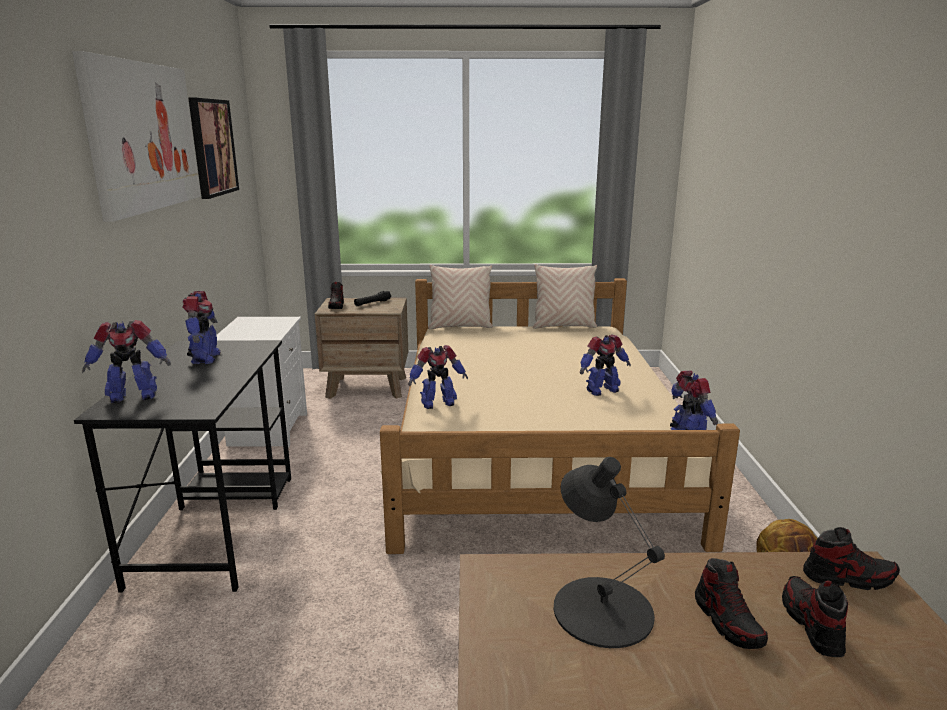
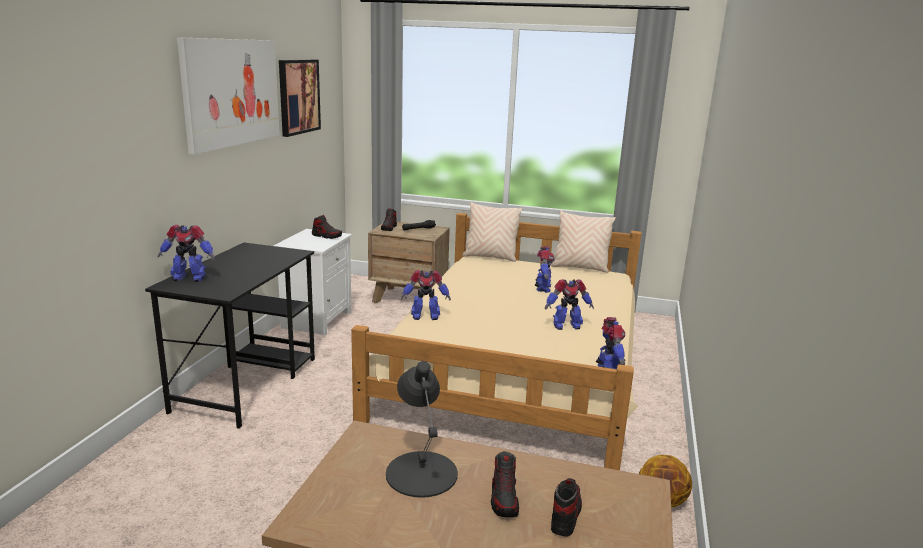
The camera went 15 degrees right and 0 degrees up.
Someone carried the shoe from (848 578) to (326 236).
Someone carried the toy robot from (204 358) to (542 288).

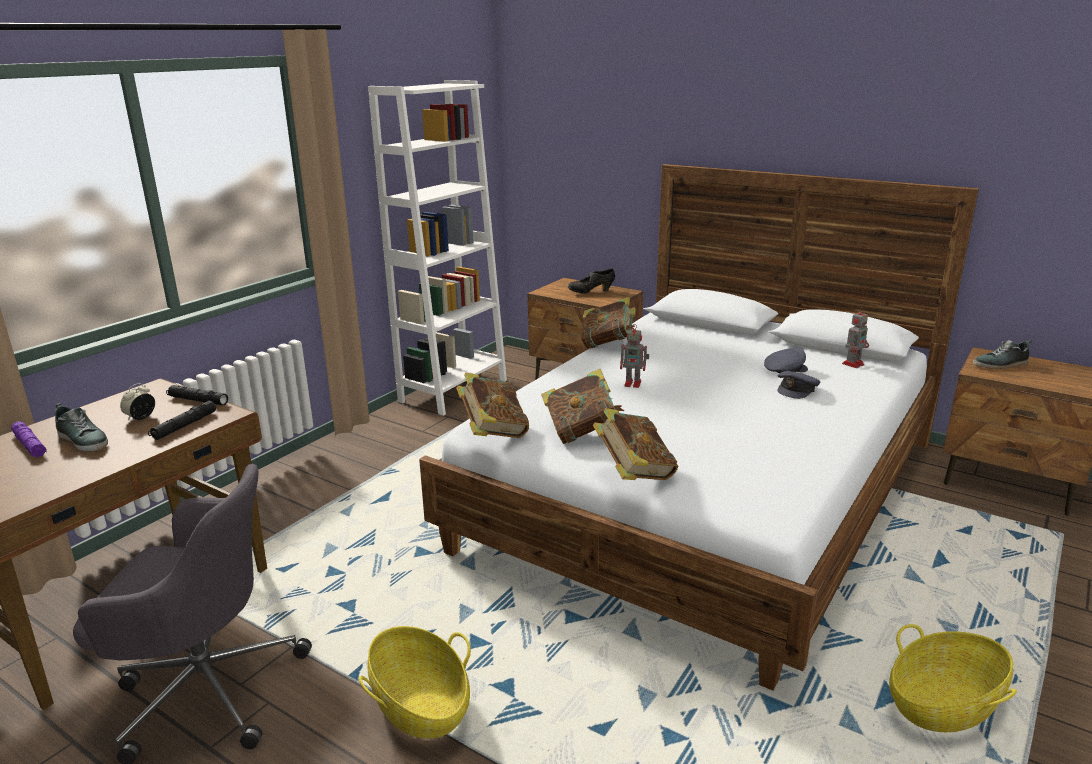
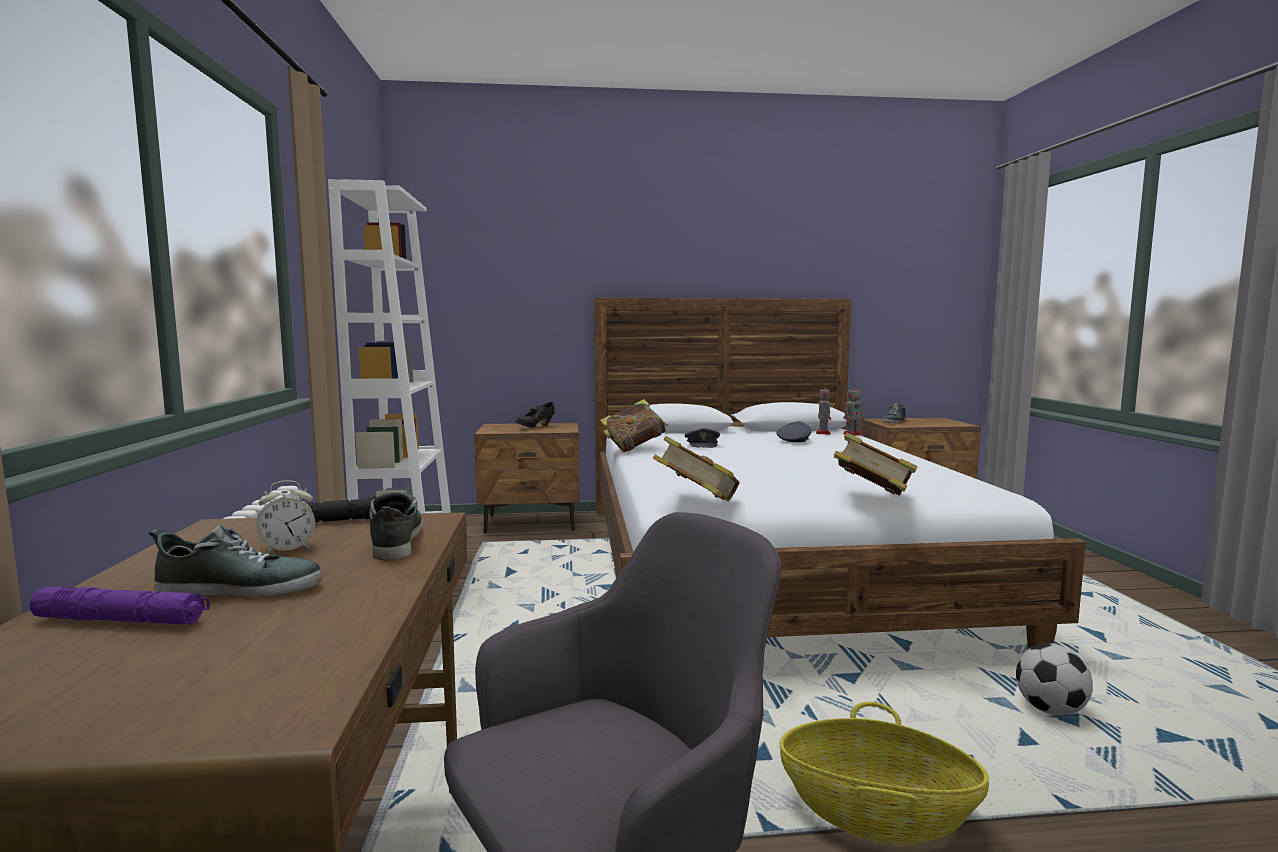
The camera went 40 degrees left and 15 degrees down.
Someone rotated the alarm clock at (141 417) by 105 degrees counterclockwise.
Someone swapped the black flashlight at (184 426) for the shoe at (396 539).
Someone carried the gray cap from (797 389) to (702 444).
Someone carried the toy robot from (634 383) to (852 434).
Someone put down the football at (1050 710).
Someone took away the bound book at (582 433).
Someone took away the basket at (943 704).

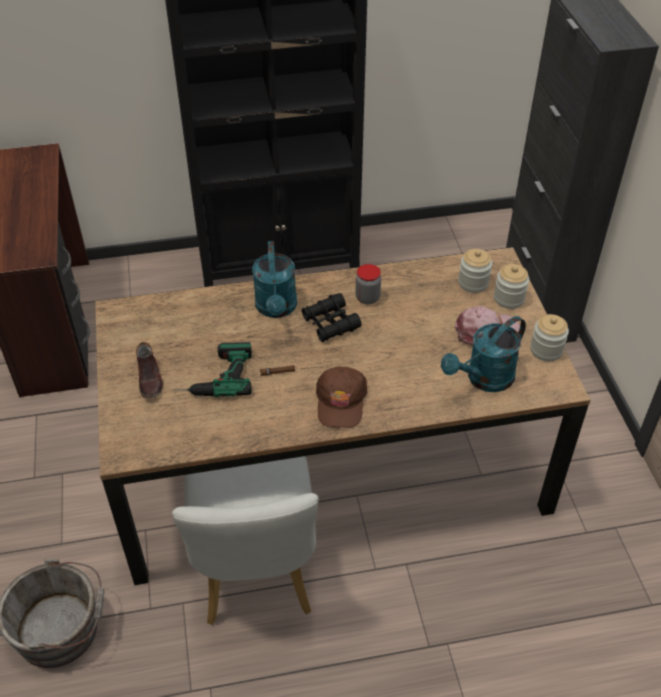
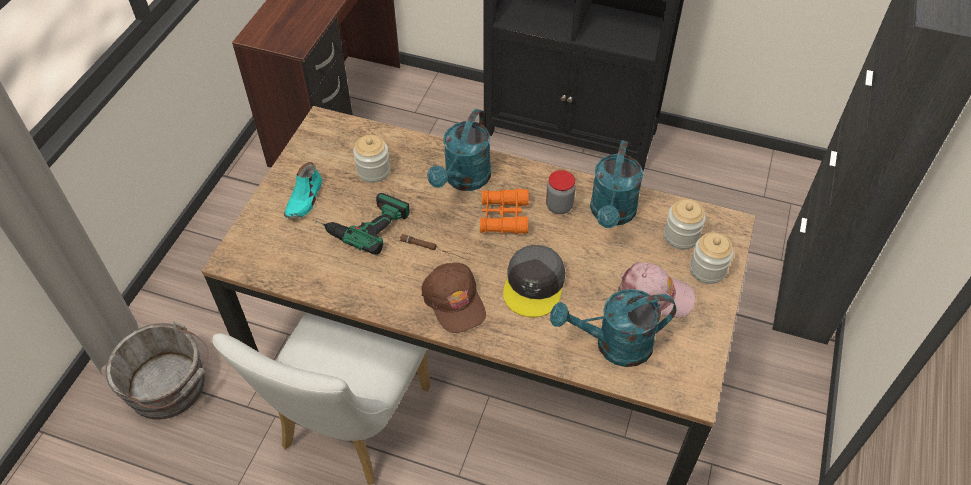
The camera went 30 degrees right and 5 degrees up.
Someone repainted the brown shoe at (150 378), which became the turquoise-coloured shoe at (305 199).
Someone carried the jar from (546 350) to (373 171).
Someone rotated the brown cap at (341 402) by 60 degrees counterclockwise.
Someone repainted the black binoculars at (330 323), which became the orange-coloured binoculars at (504 217).
Someone put down the gray cap at (534 285).
Someone put down the turquoise-coloured watering can at (612 214).

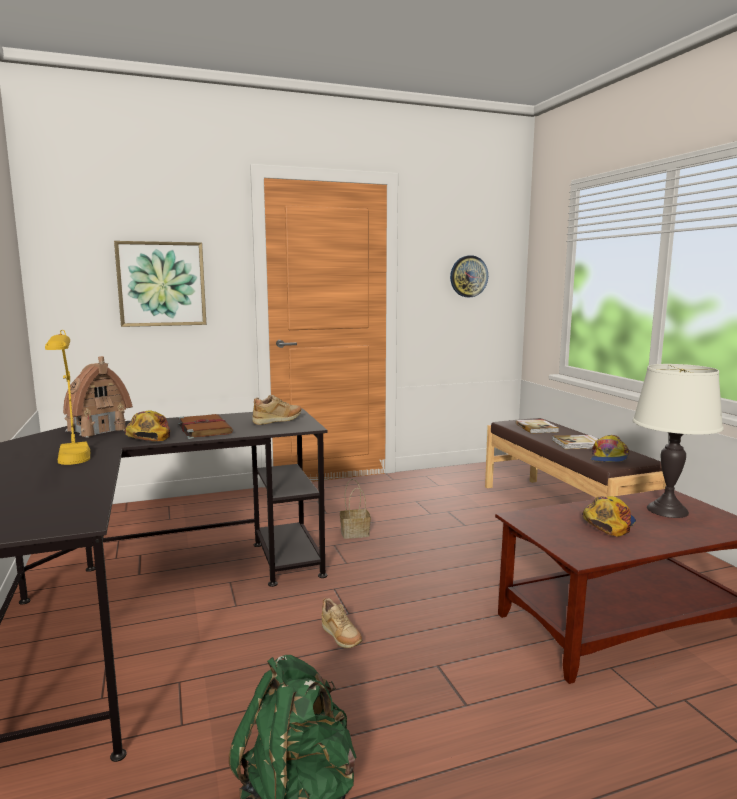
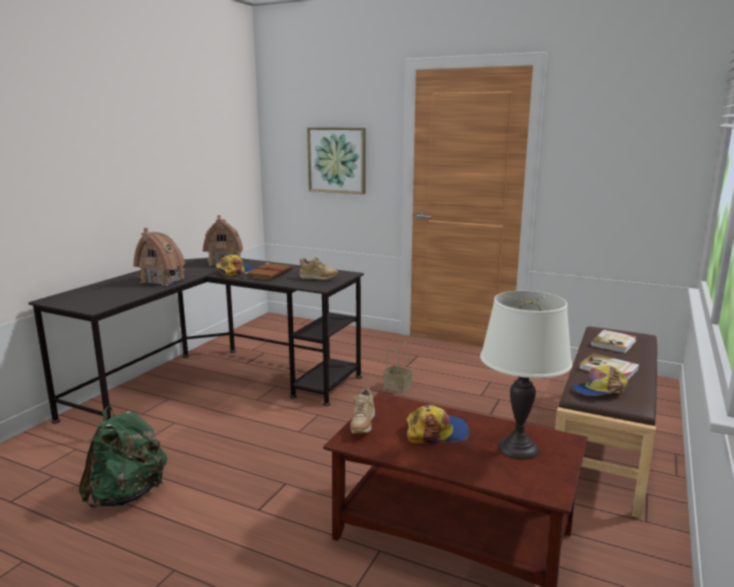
The camera went 45 degrees right and 5 degrees up.
Someone swapped the yellowish table lamp at (73 466) for the toy house at (163 280).
Someone carried the sand-coloured shoe from (340 638) to (362 426).
Someone took away the hanging clock at (468 276).

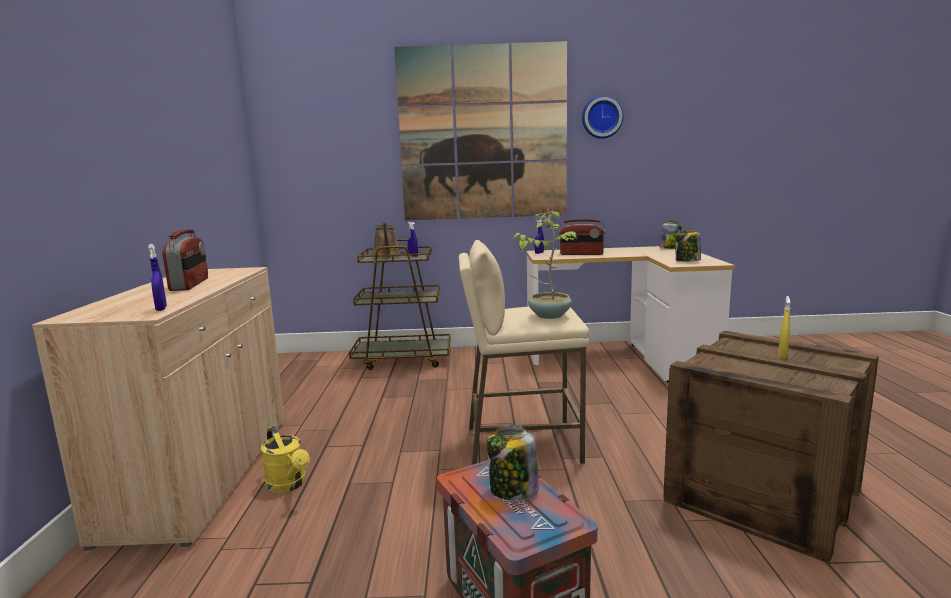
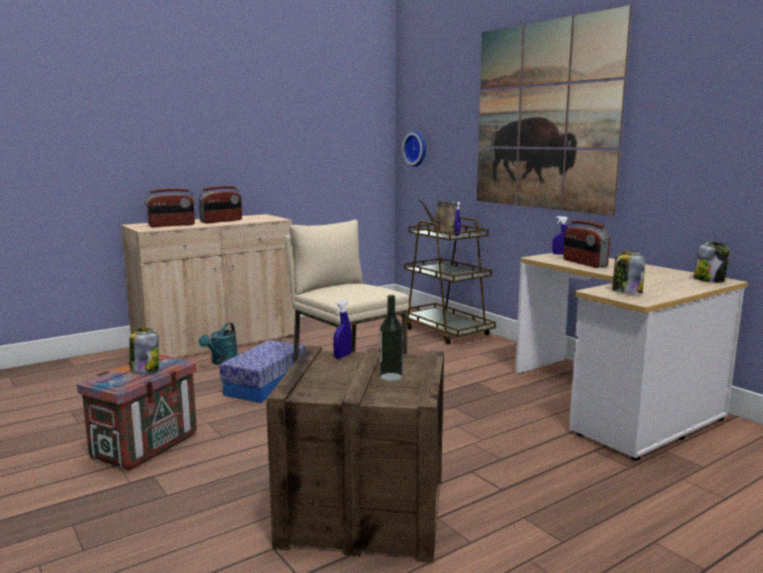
The camera went 55 degrees right and 0 degrees up.
Someone put down the radio at (172 225).
Someone repainted the yellowish watering can at (289 485), which became the turquoise-coloured watering can at (222 362).
Someone put down the storage bin at (266 385).
Someone carried the blue hand sprayer from (161 309) to (342 356).
Someone swapped the yellowish hand sprayer at (782 356) for the bottle at (391 377).
Someone carried the hanging clock from (601 117) to (417 148).
Someone took away the plant in a pot at (549 315).

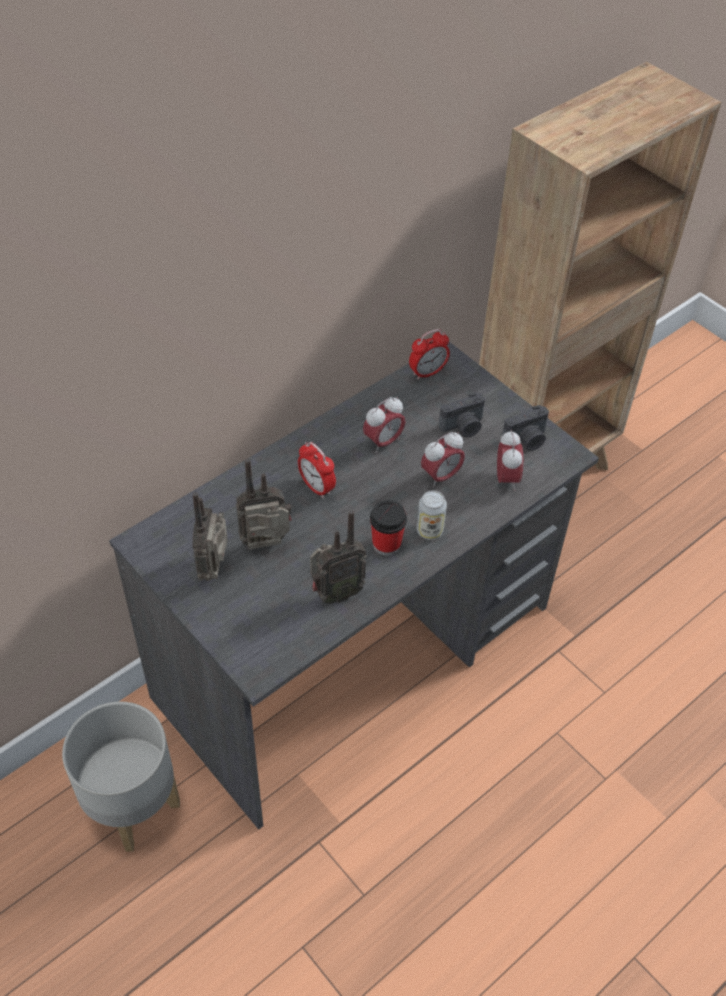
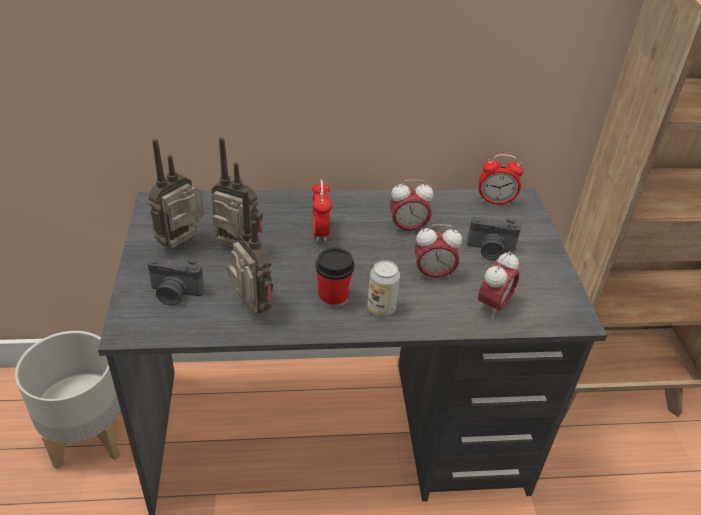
The camera went 35 degrees right and 10 degrees down.
Someone carried the photo camera from (526 440) to (175 294).
Someone rotated the radio at (335 593) by 135 degrees counterclockwise.

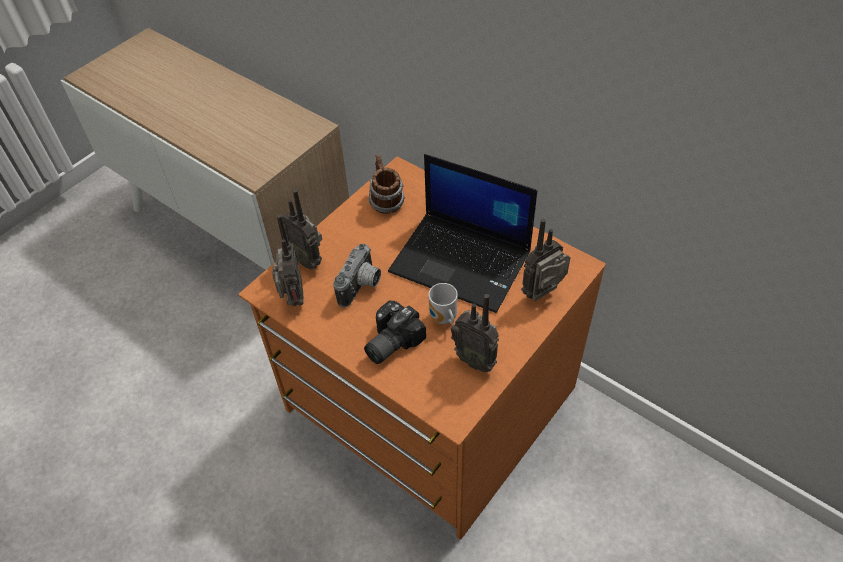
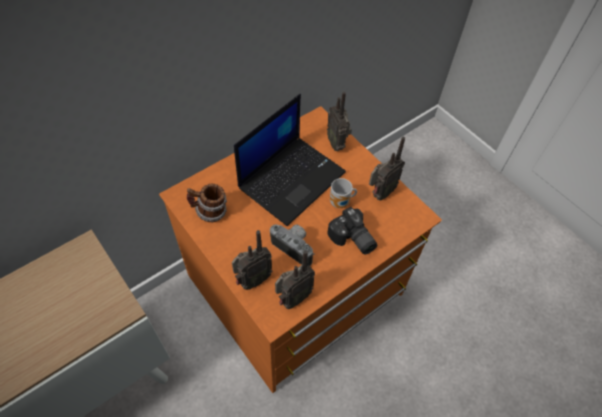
The camera went 80 degrees left and 5 degrees up.
Someone rotated the radio at (293 300) by 135 degrees clockwise.

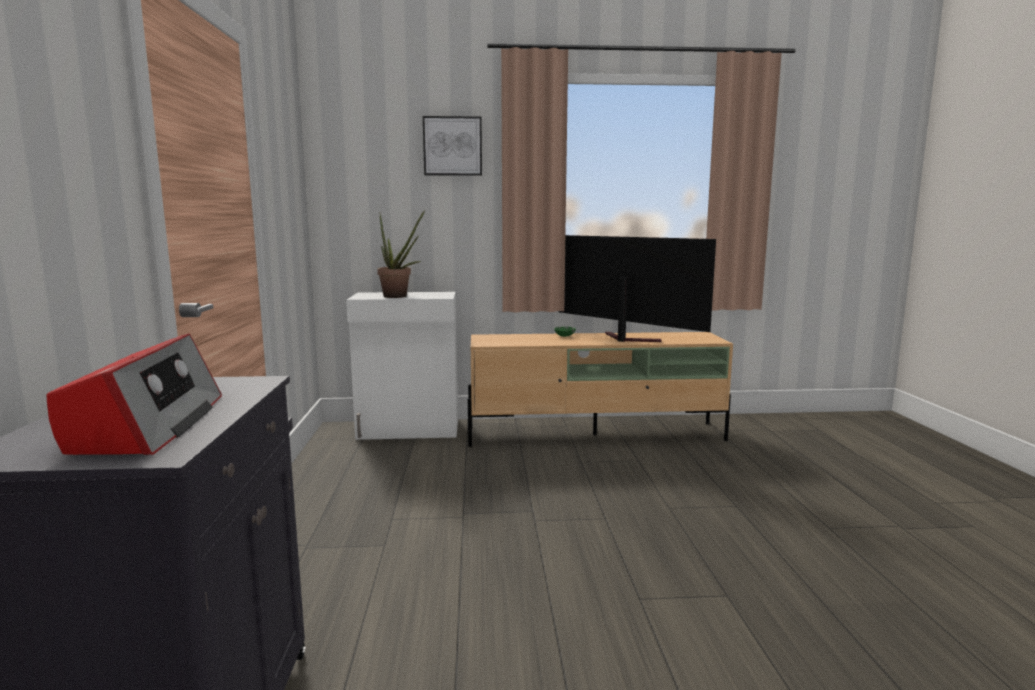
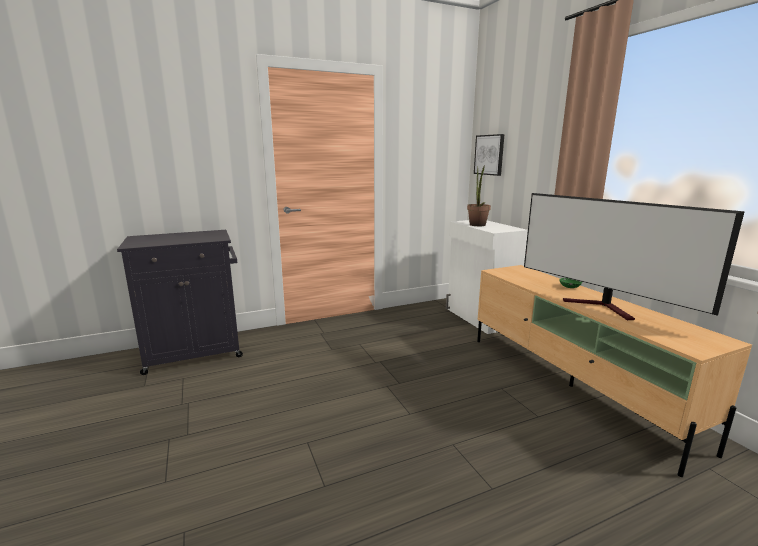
The camera went 70 degrees right and 5 degrees up.
Someone carried the wall picture from (452 146) to (489 155).
Someone rotated the television at (624 339) by 120 degrees clockwise.
Someone took away the radio at (148 424).

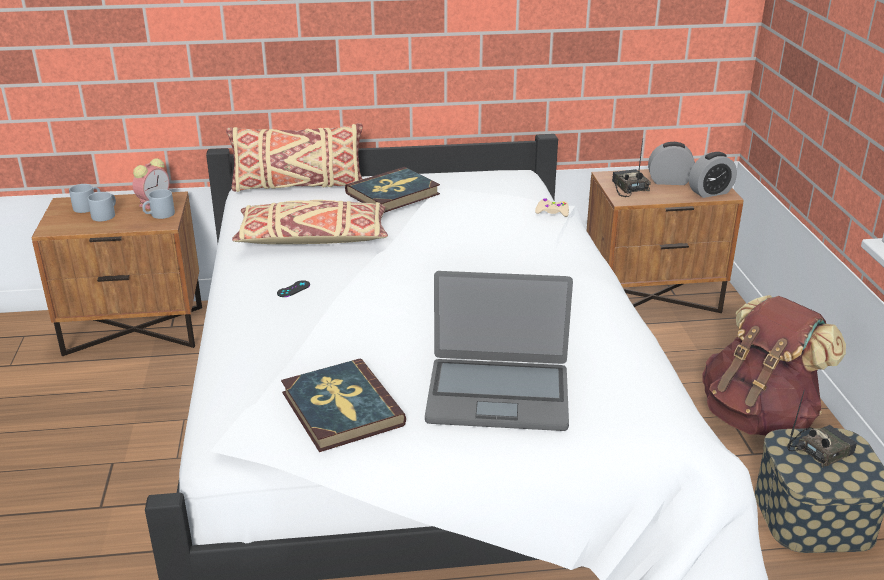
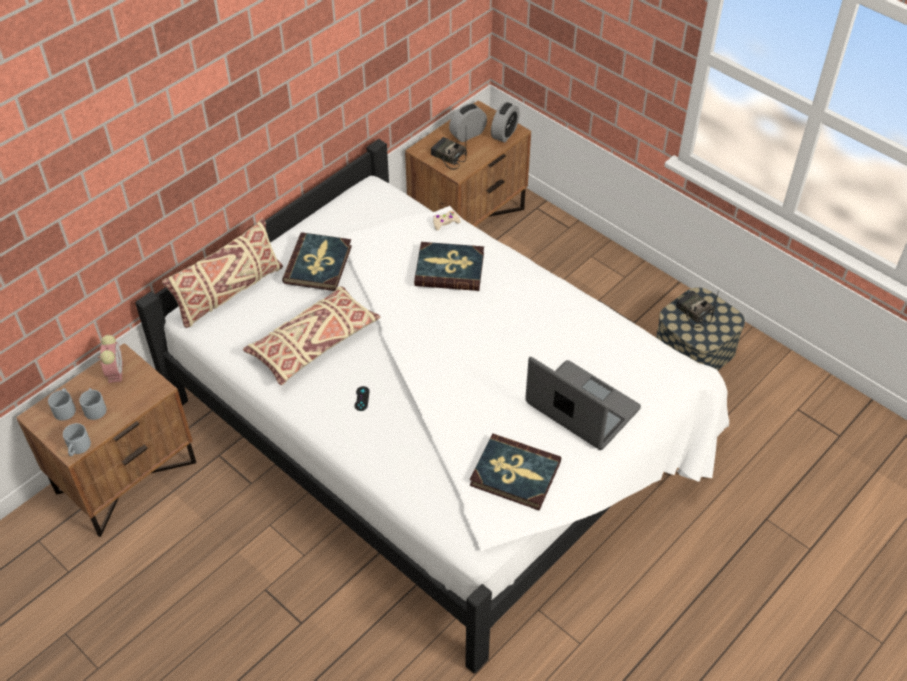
The camera went 40 degrees left and 20 degrees up.
Someone carried the gray mug from (159 215) to (78 448).
Someone put down the bound book at (449 269).
Someone rotated the portable computer at (498 395) by 105 degrees counterclockwise.
Someone rotated the radio at (819 450) by 60 degrees counterclockwise.
Someone took away the brown knapsack at (758 416).

